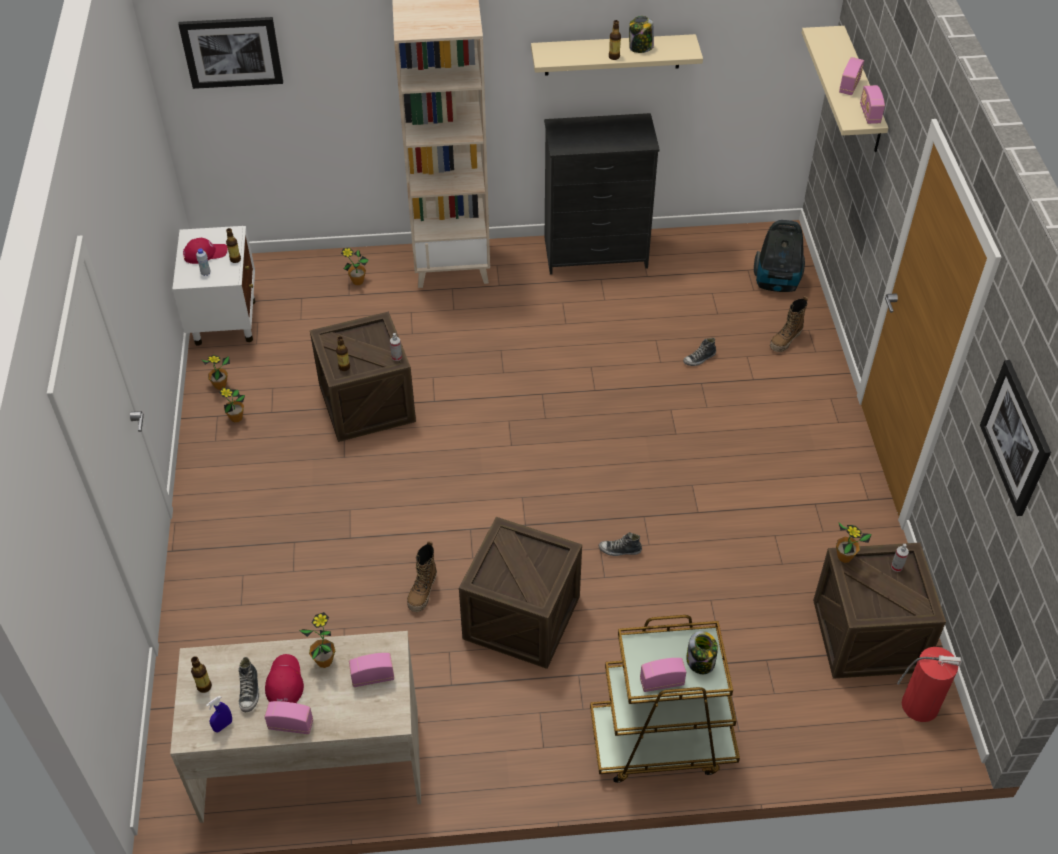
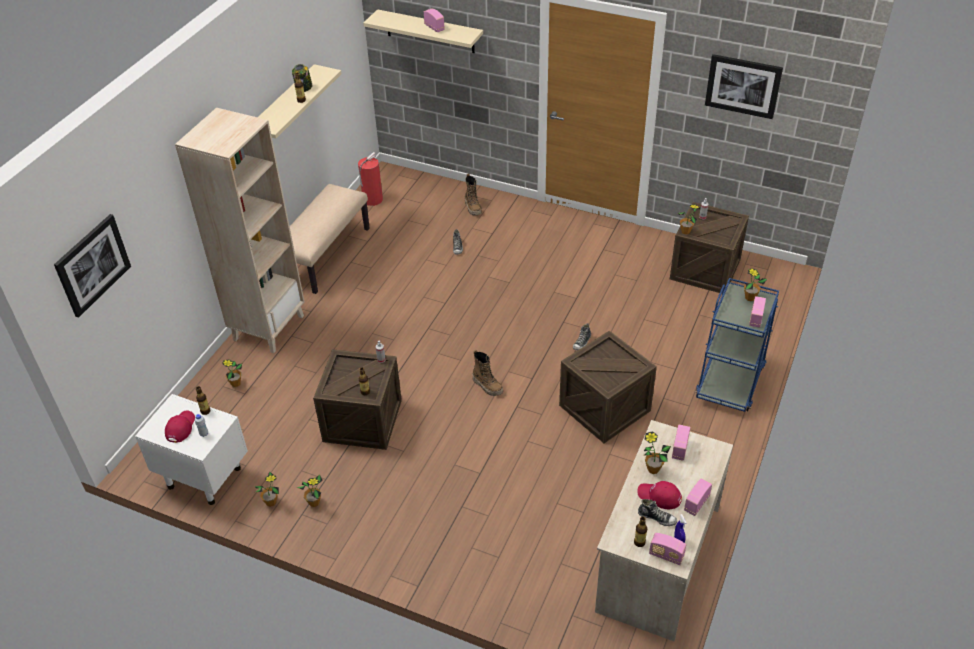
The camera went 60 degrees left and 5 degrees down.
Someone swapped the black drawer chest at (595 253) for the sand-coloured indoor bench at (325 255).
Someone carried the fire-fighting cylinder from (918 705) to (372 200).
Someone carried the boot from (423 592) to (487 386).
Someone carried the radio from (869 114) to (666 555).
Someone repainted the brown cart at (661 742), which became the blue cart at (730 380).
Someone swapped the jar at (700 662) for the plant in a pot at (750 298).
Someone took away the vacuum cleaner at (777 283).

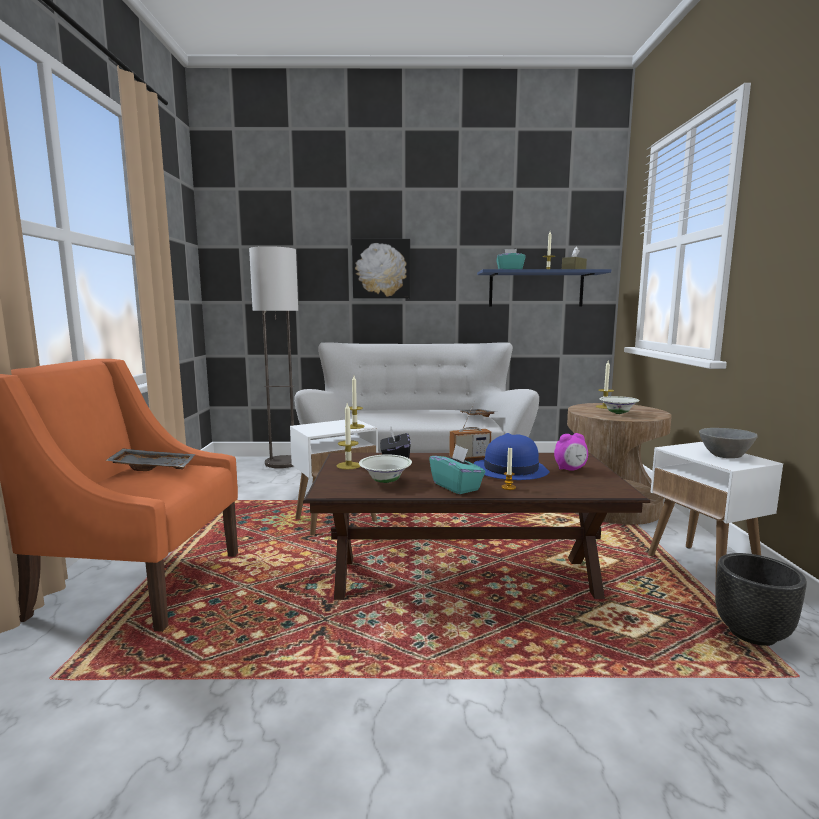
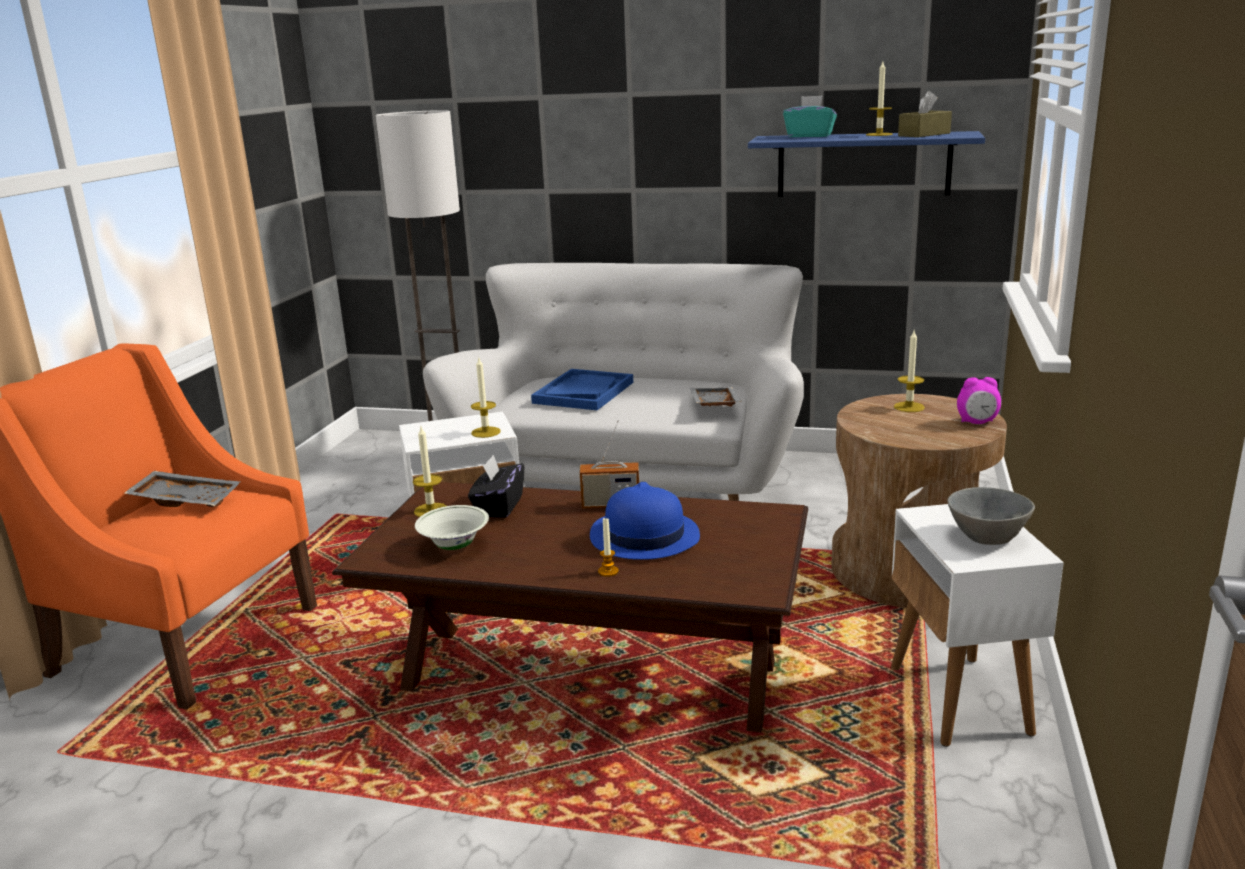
The camera went 15 degrees right and 10 degrees up.
Someone put down the blue serving tray at (583 392).
Someone carried the alarm clock from (570 469) to (977 422).
Someone took away the wall picture at (381 269).
Someone took away the turquoise-coloured tissue holder at (456 486).
Someone took away the whitish deep dish at (618 413).
Someone took away the black plant pot at (753 634).

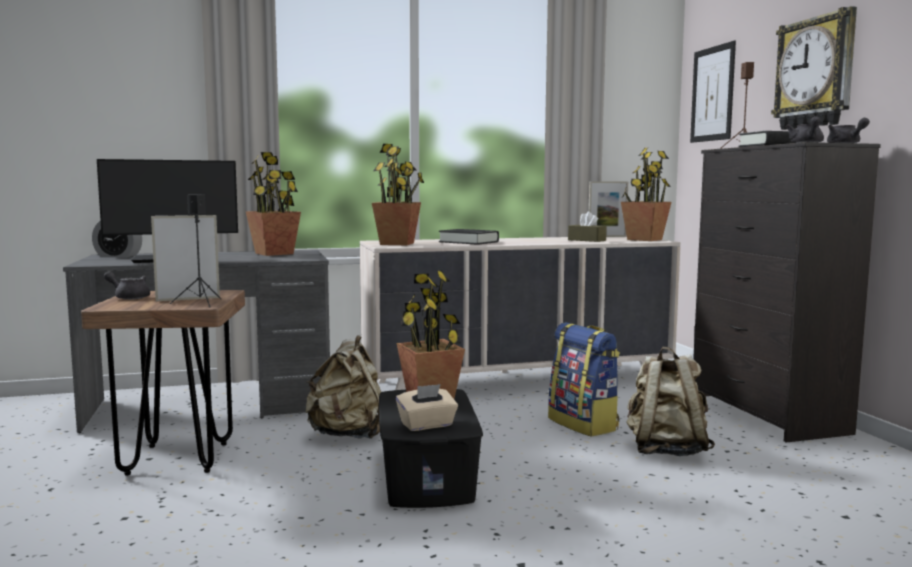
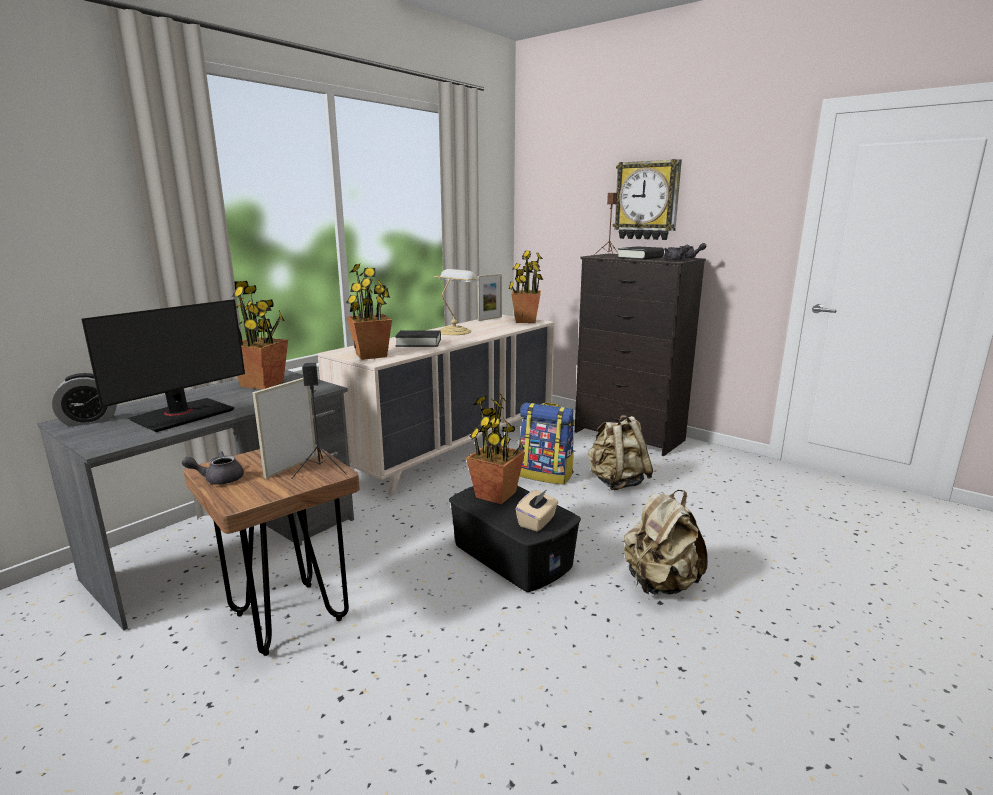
The camera went 35 degrees left and 10 degrees up.
Someone put down the table lamp at (455 331).
Someone carried the sand-coloured knapsack from (348 434) to (660 584).
Someone took away the brown tissue holder at (586 240).
Someone took away the wall picture at (712 94).

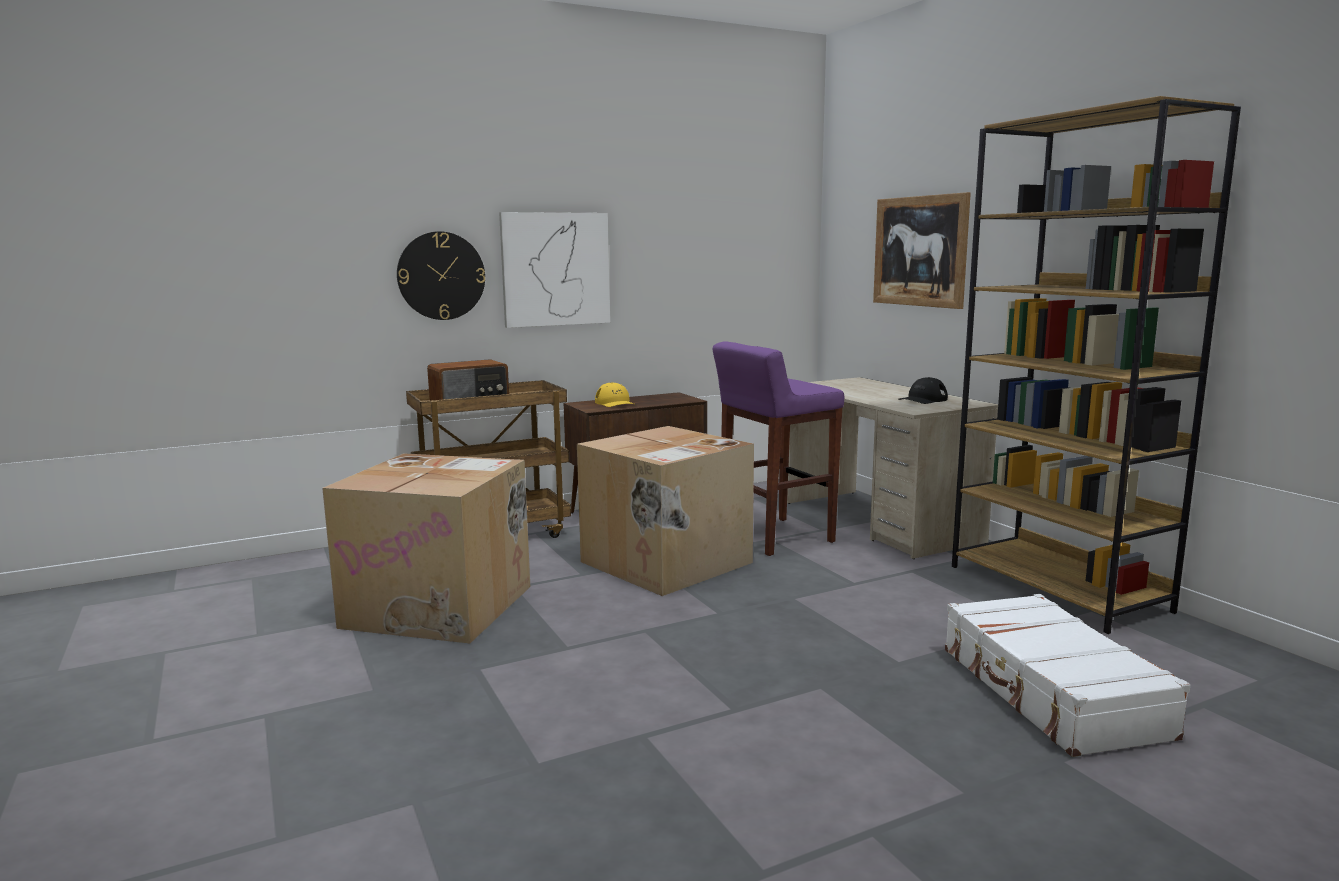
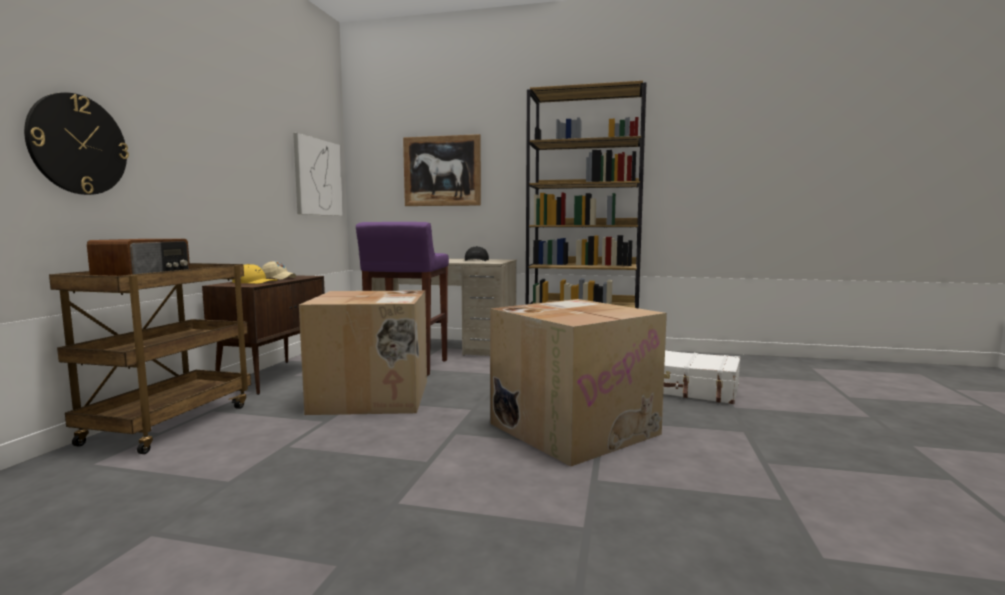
The camera went 50 degrees left and 5 degrees down.
Someone put down the sand-coloured cap at (278 278).
Someone carried the wall picture from (555 269) to (317 177).
Someone carried the packing box from (442 605) to (573 428).

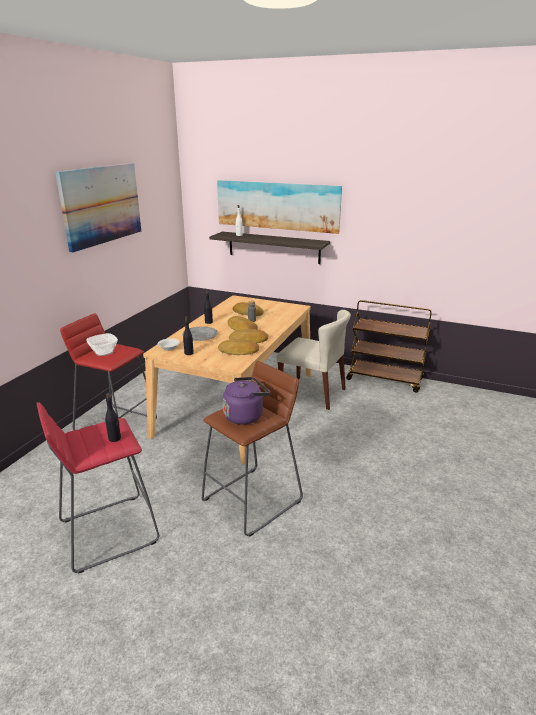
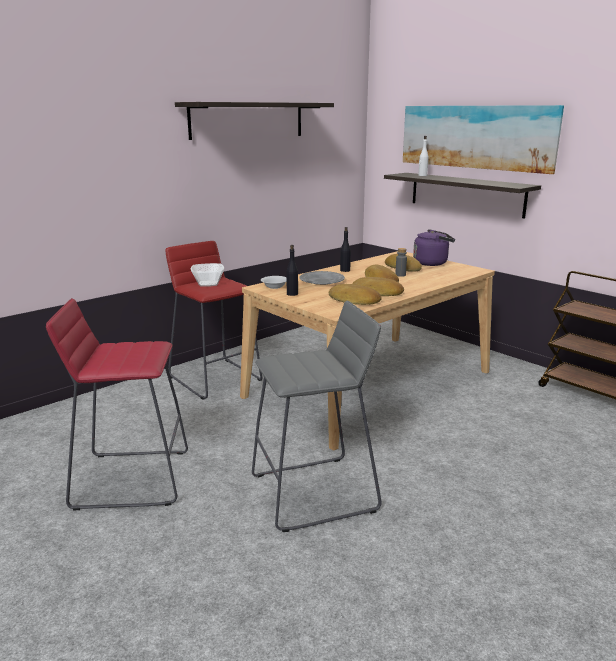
The camera went 25 degrees right and 5 degrees down.
Someone swapped the wall picture at (101 205) for the wall shelf at (248 120).
Someone repainted the brown stool seat at (253 500), which became the gray stool seat at (315 493).
Someone carried the purple-coloured tea kettle from (245 415) to (432 263).
Someone took away the black bottle at (115 438).
Someone took away the sand-coloured upright chair at (313 393).

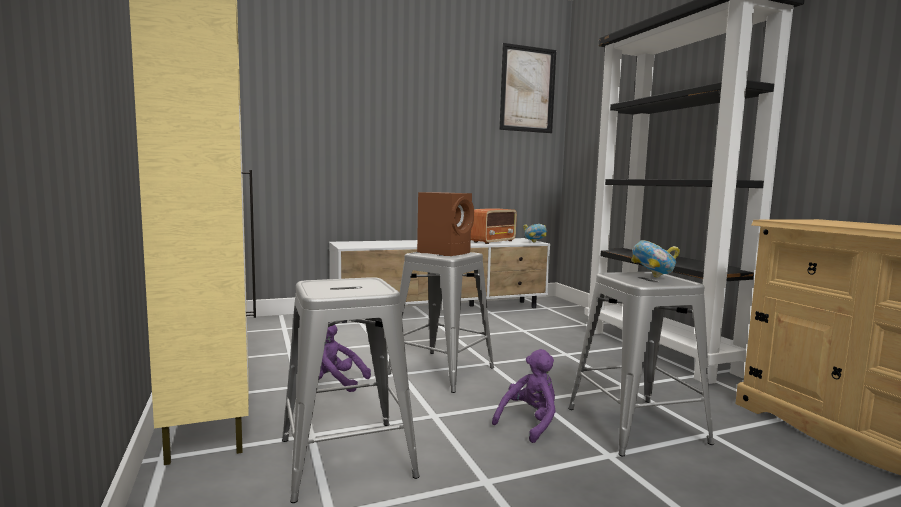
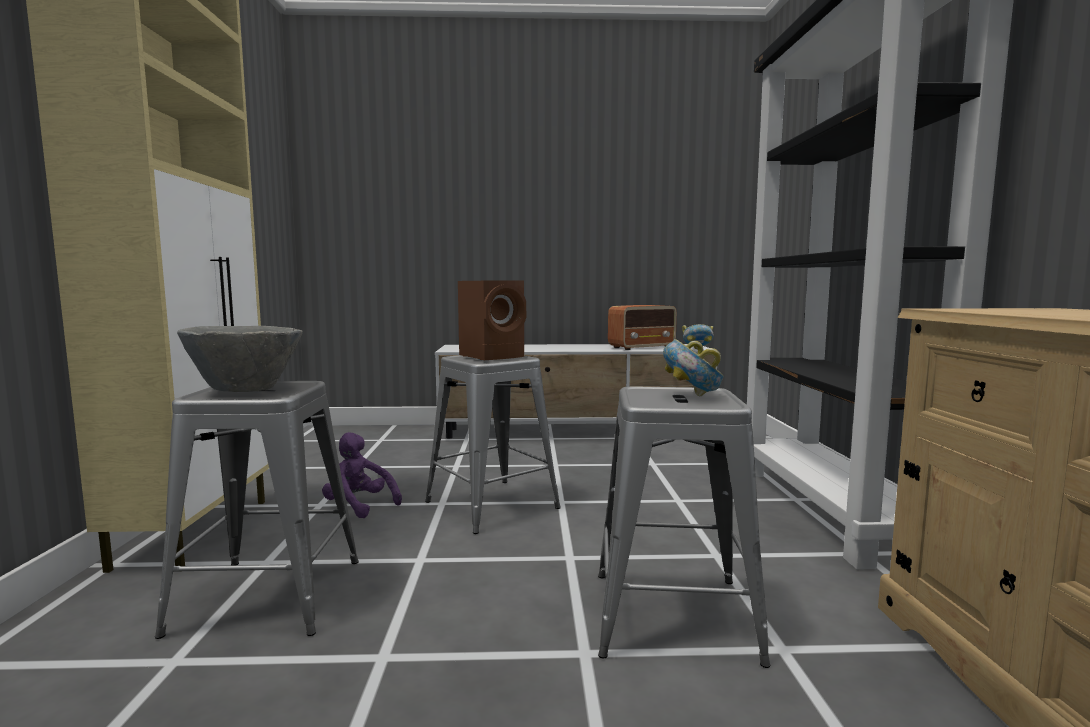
The camera went 20 degrees right and 0 degrees up.
Someone put down the gray deep dish at (247 390).
Someone took away the purple-coloured soft toy at (529 423).
Someone took away the wall picture at (527 89).

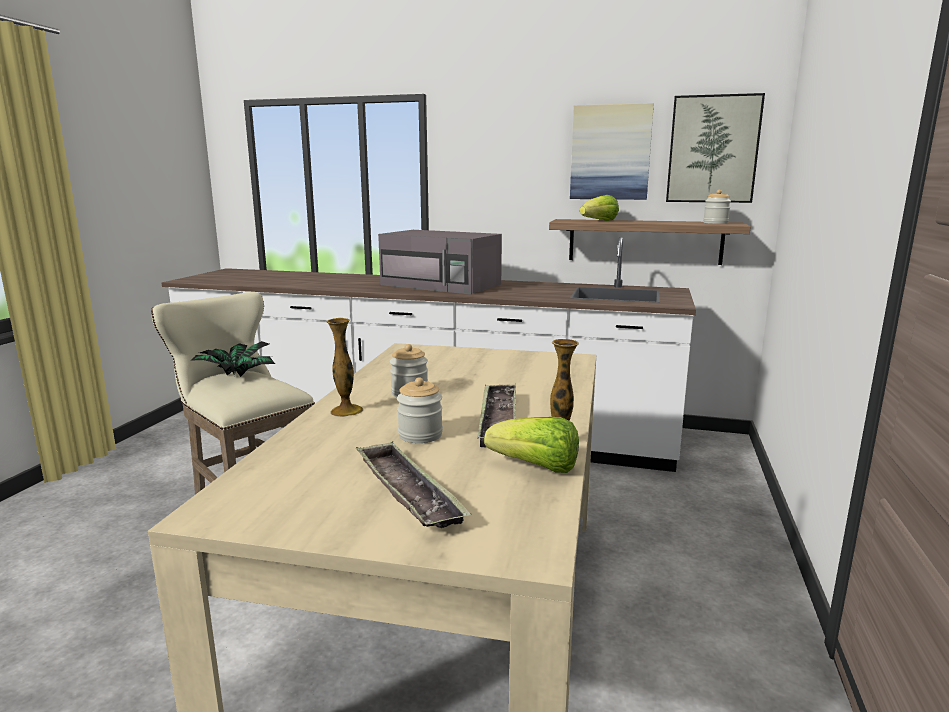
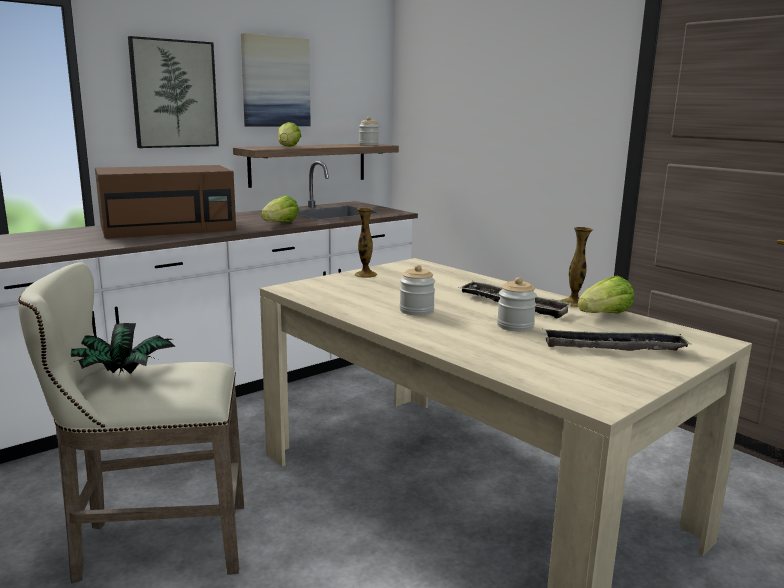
The camera went 55 degrees left and 0 degrees up.
Someone repainted the gray kitchen microwave at (442 285), which became the brown kitchen microwave at (170 228).
Someone carried the wall picture from (713 149) to (174 94).
Someone put down the lettuce at (280 224).
Someone carried the decorative vase from (346 411) to (365 275).

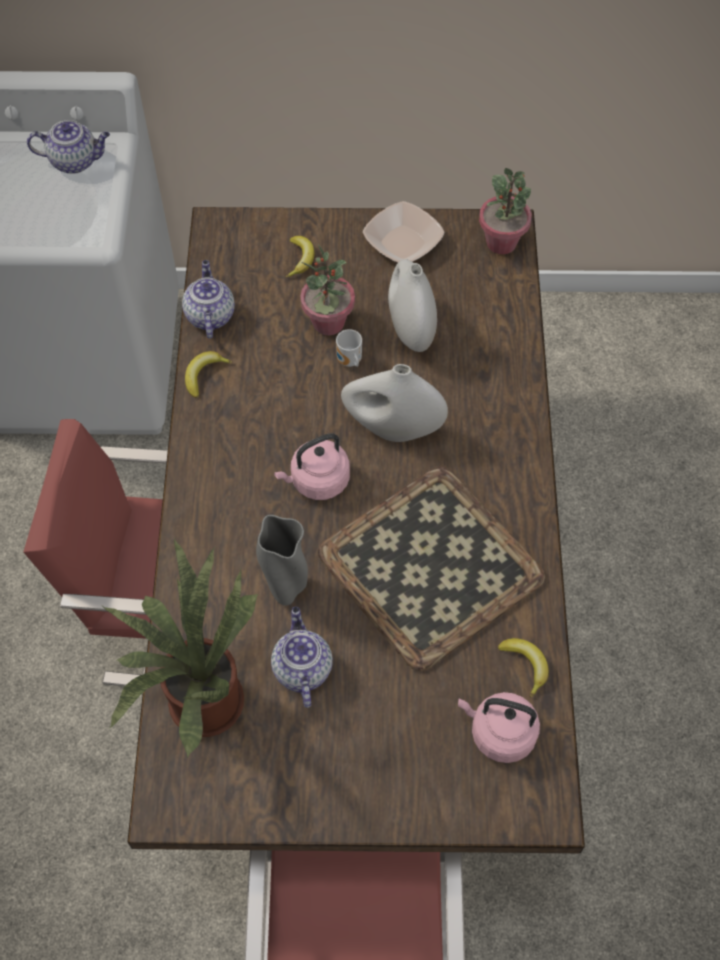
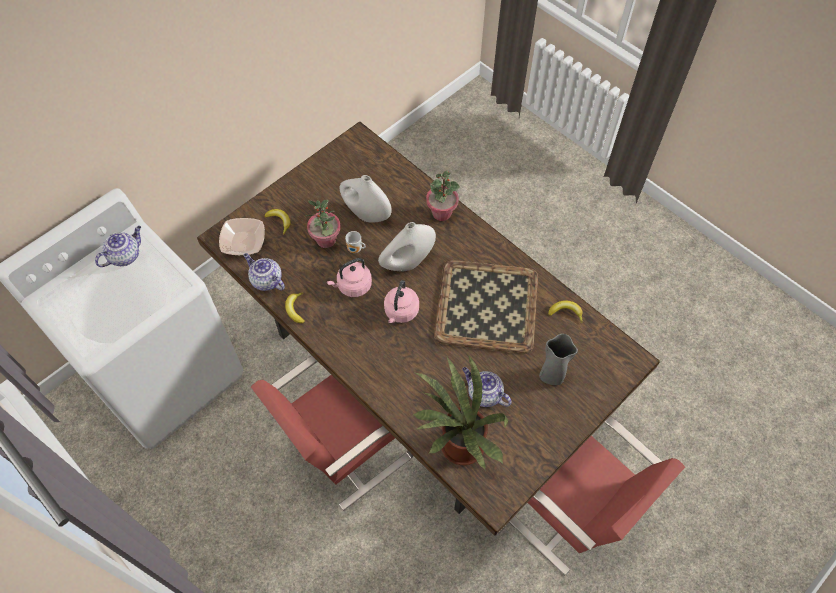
The camera went 45 degrees left and 0 degrees up.
Someone carried the deep dish from (403 243) to (243 242).
Someone carried the pink-coloured tea kettle from (499 733) to (352 286).
Someone carried the plant in a pot from (501 242) to (441 213).
Someone carried the gray decorative vase from (286 589) to (551 376).

